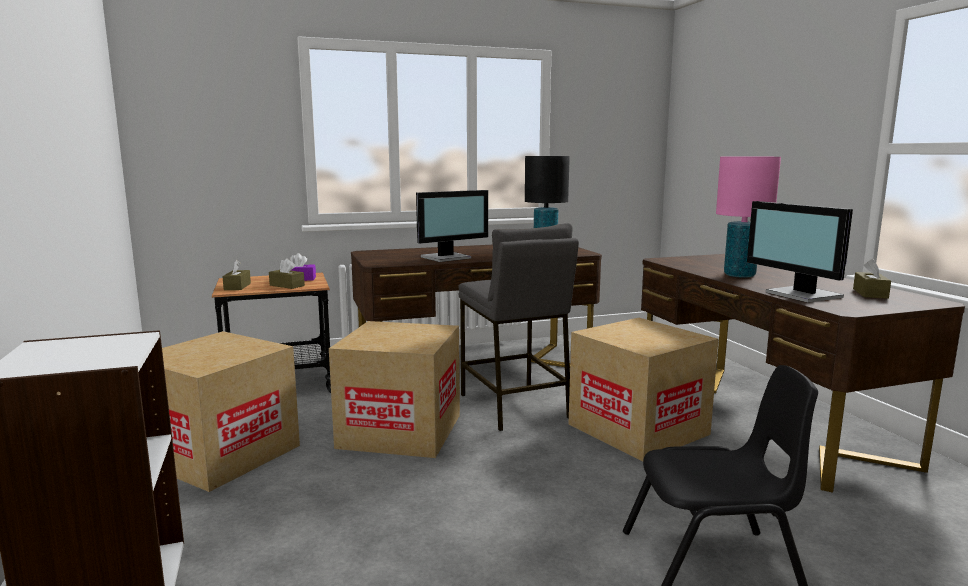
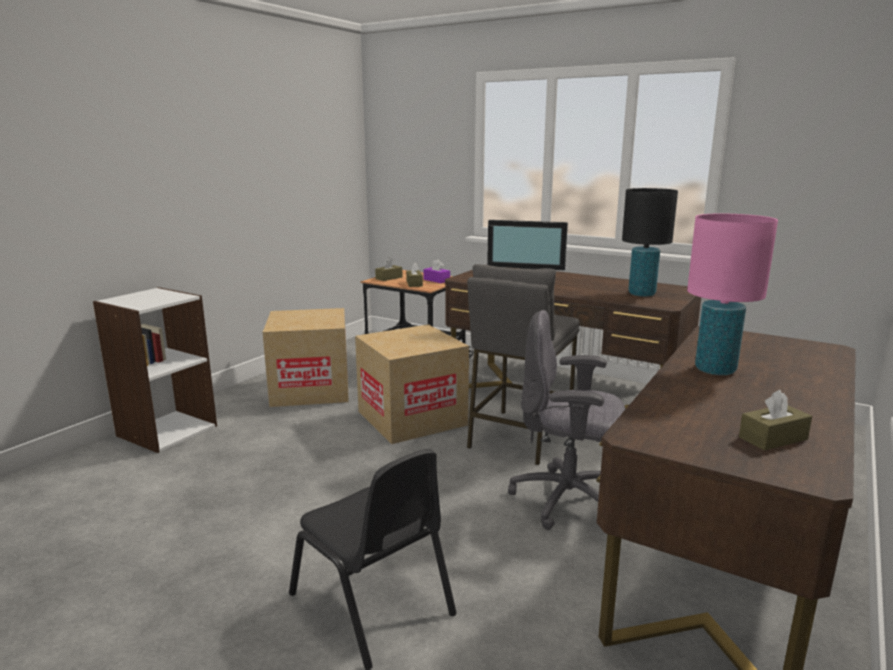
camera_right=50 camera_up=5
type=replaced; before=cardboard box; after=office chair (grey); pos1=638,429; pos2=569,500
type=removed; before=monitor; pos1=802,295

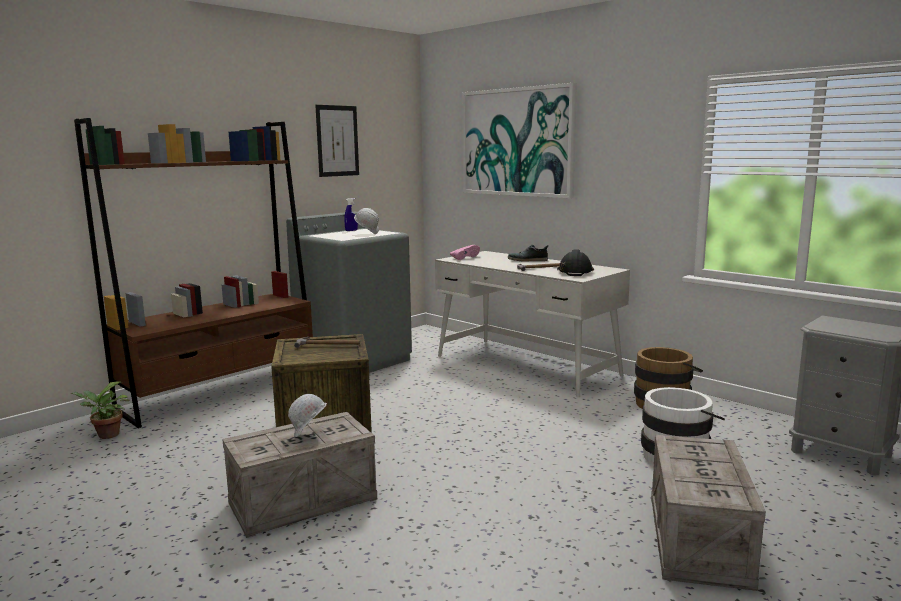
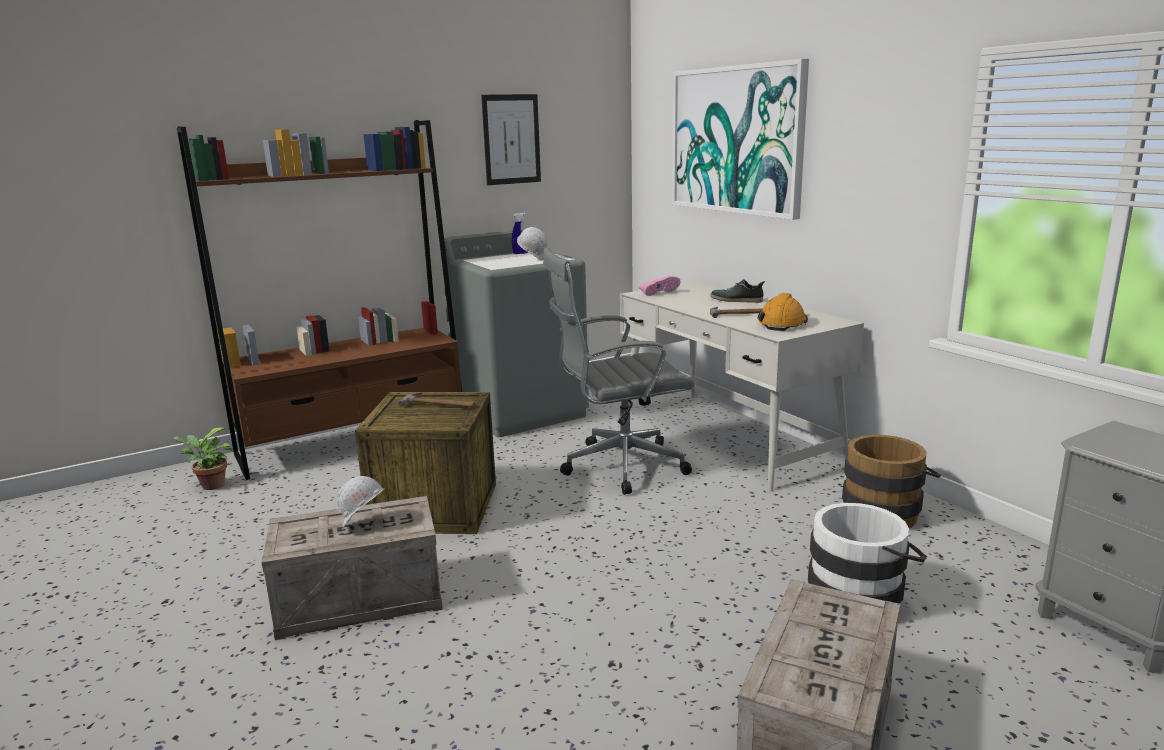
camera_right=15 camera_up=5
type=recoloured; before=hard hat (black); after=hard hat (orange); pos1=575,272; pos2=782,323
type=added; after=office chair (grey); pos2=618,467

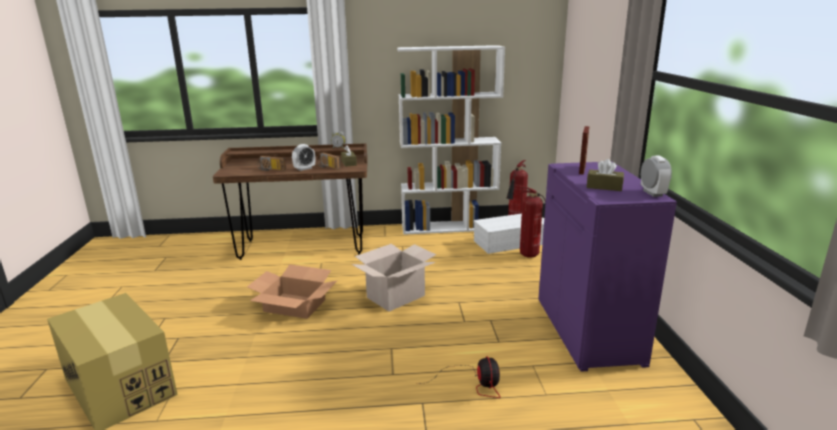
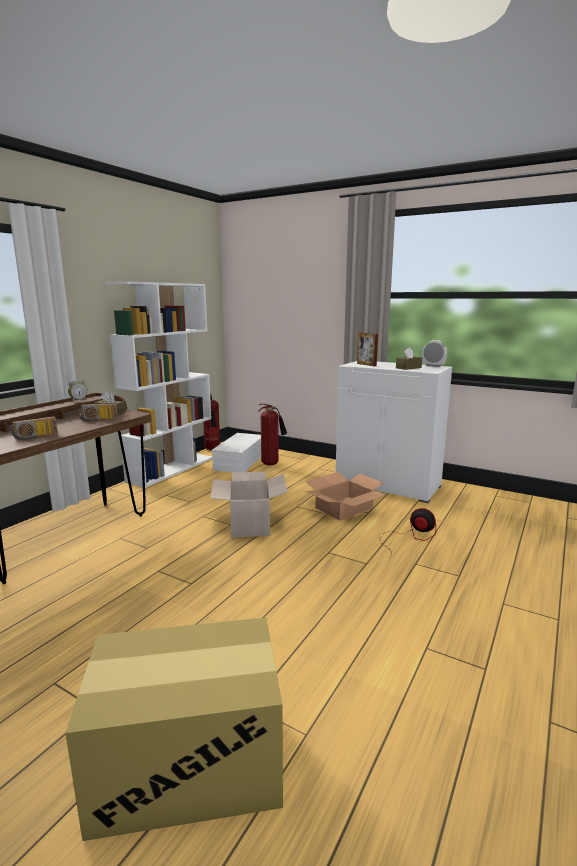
camera_right=-55 camera_up=-5
type=moved; before=cardboard box; pos1=294,305; pos2=344,508
type=removed; before=alarm clock; pos1=304,168
type=recoloured; before=cabinet (purple); after=cabinet (white); pos1=589,331; pos2=388,485

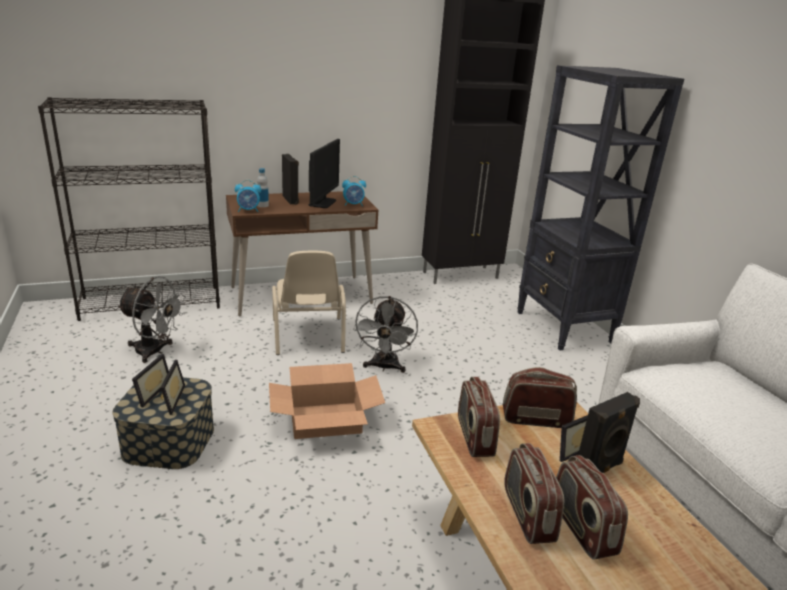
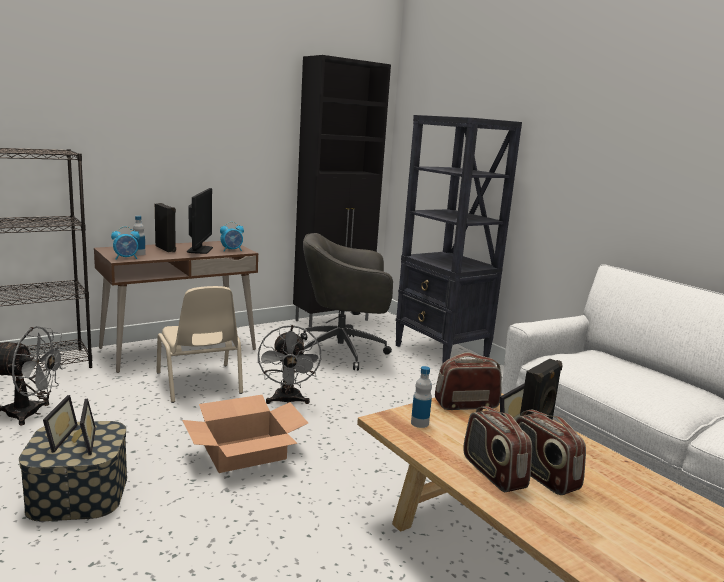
camera_right=-15 camera_up=-10
type=replaced; before=radio; after=bottle; pos1=474,436; pos2=419,423
type=added; after=office chair (grey); pos2=343,351

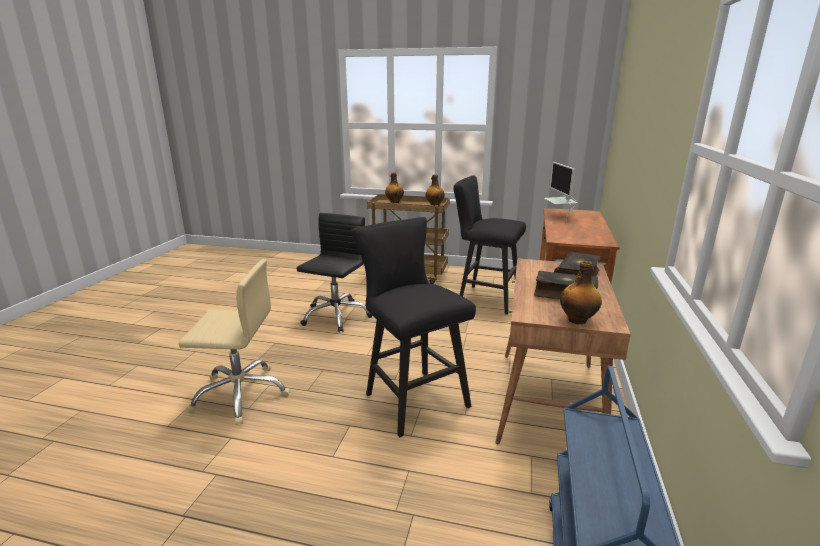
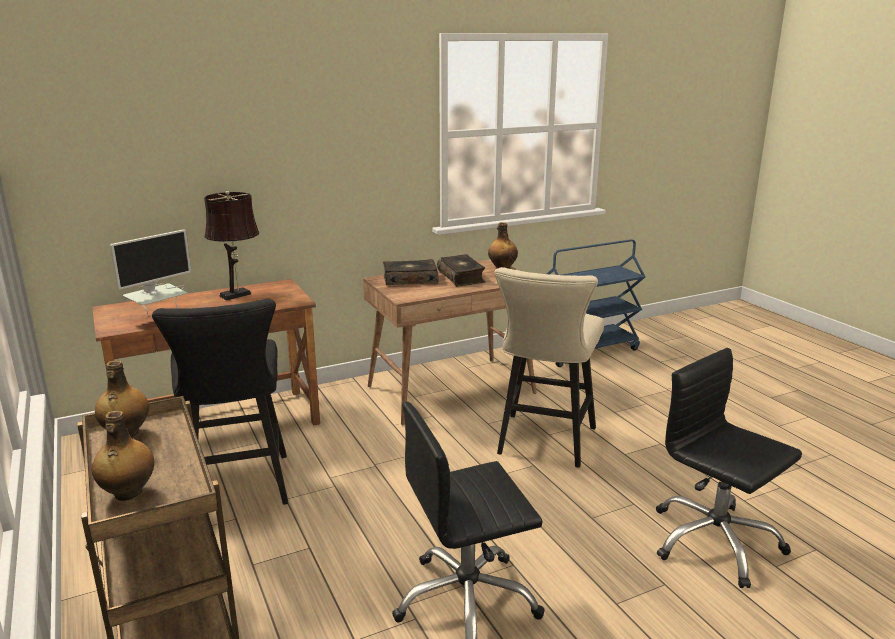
camera_right=-130 camera_up=0
type=recoloured; before=office chair (beige); after=office chair (black); pos1=241,394; pos2=714,541
type=recoloured; before=stool (black); after=stool (beige); pos1=411,397; pos2=543,444
type=added; after=table lamp (brown); pos2=238,294

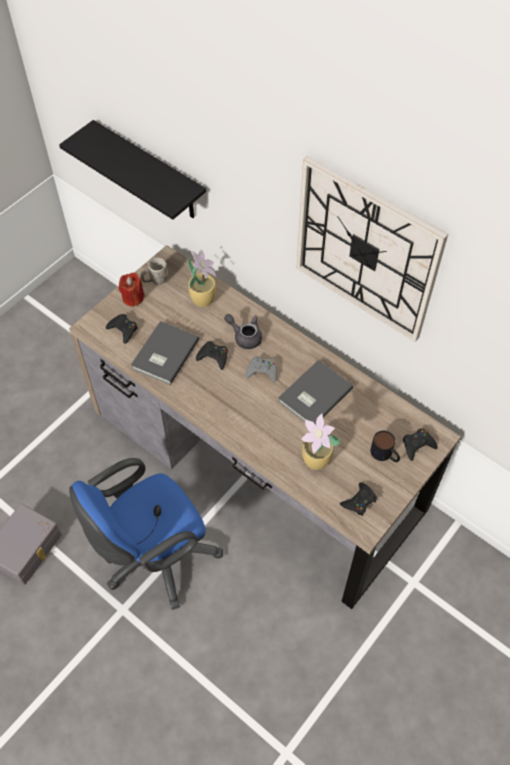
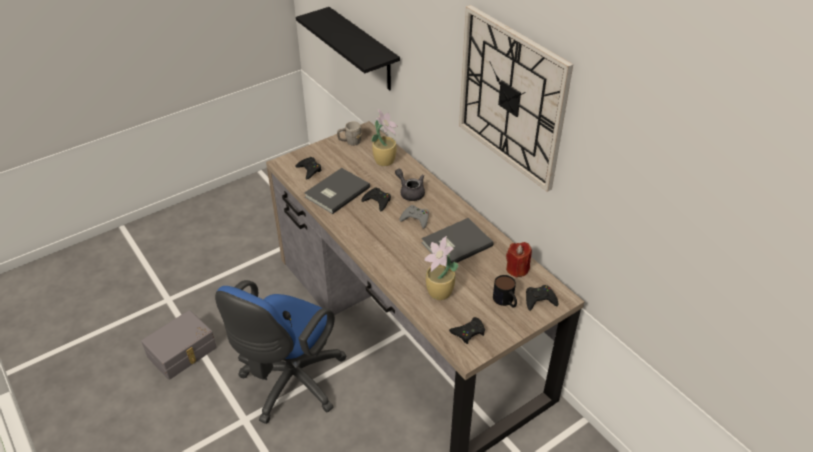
camera_right=15 camera_up=-15
type=turned; before=office chair (blue); pos1=155,558; pos2=290,384; turn=-45
type=moved; before=candle (red); pos1=133,298; pos2=517,269

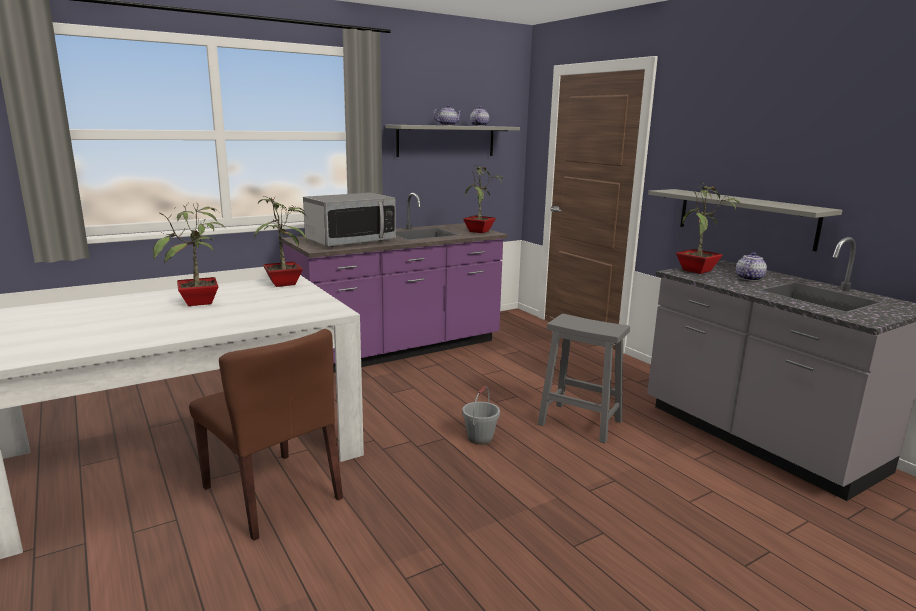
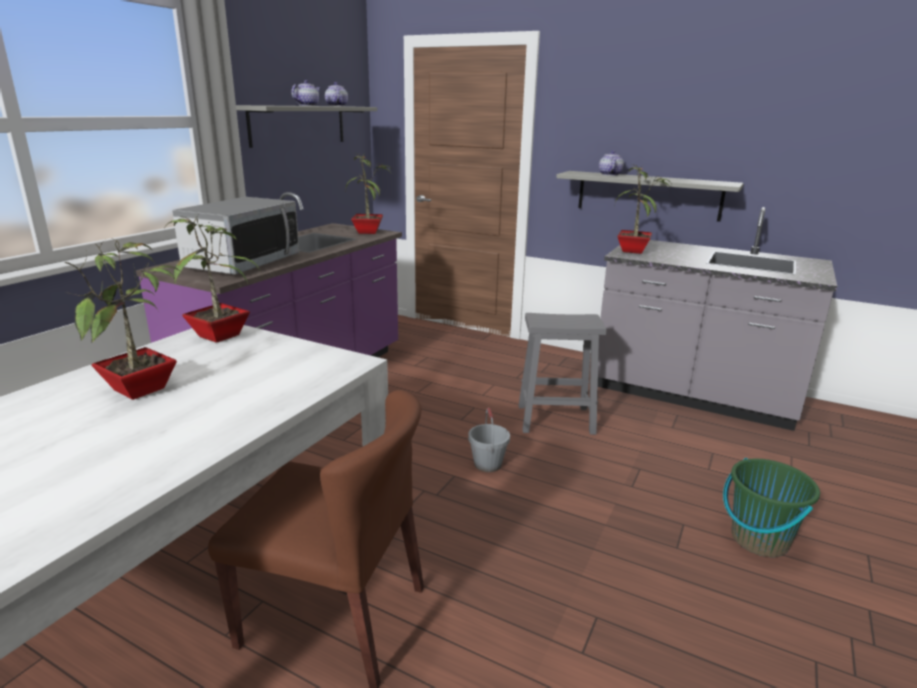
camera_right=-30 camera_up=5
type=moved; before=teapot; pos1=749,278; pos2=609,174
type=added; after=bucket (green); pos2=758,540

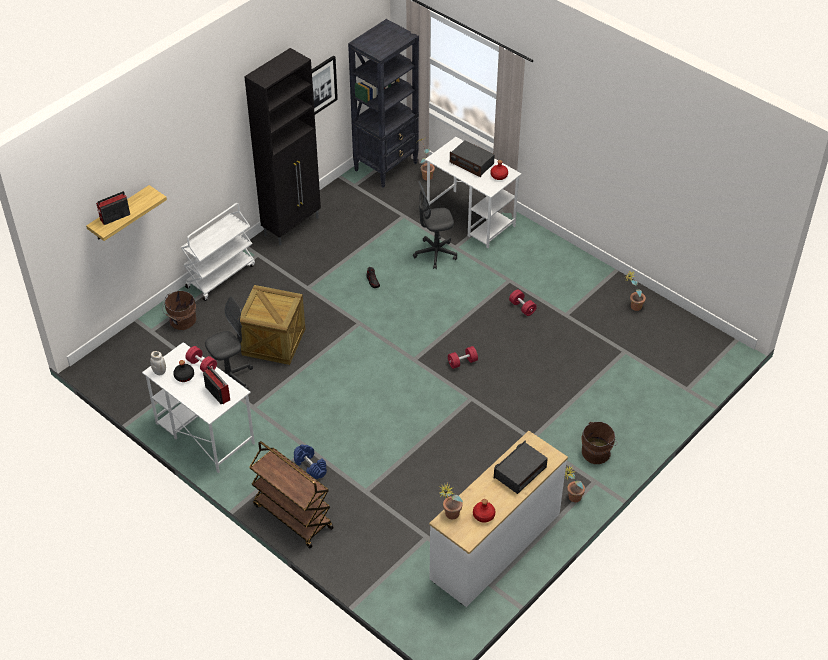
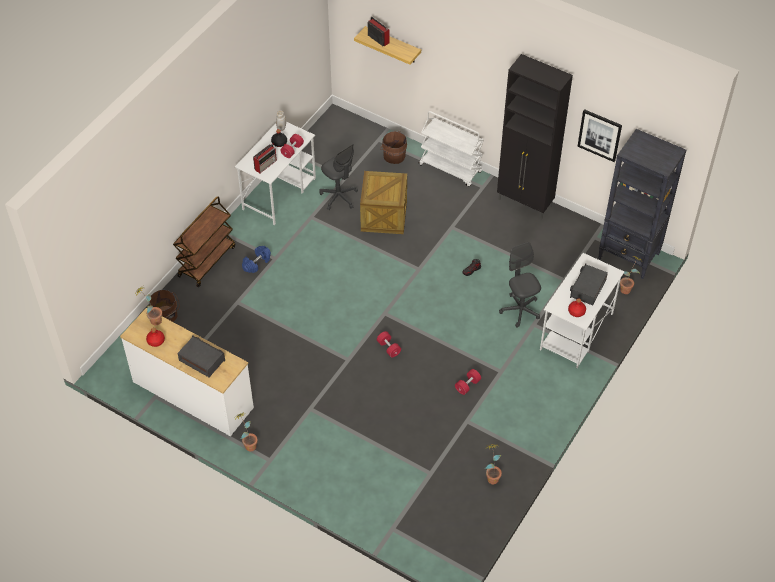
camera_right=80 camera_up=5
type=moved; before=bucket (brown); pos1=597,452; pos2=165,316

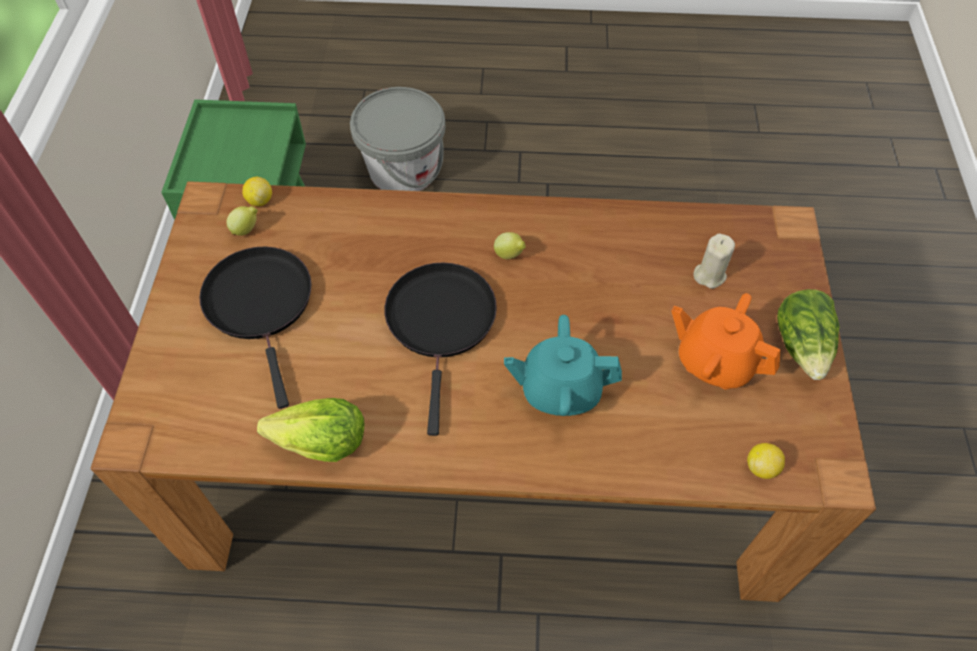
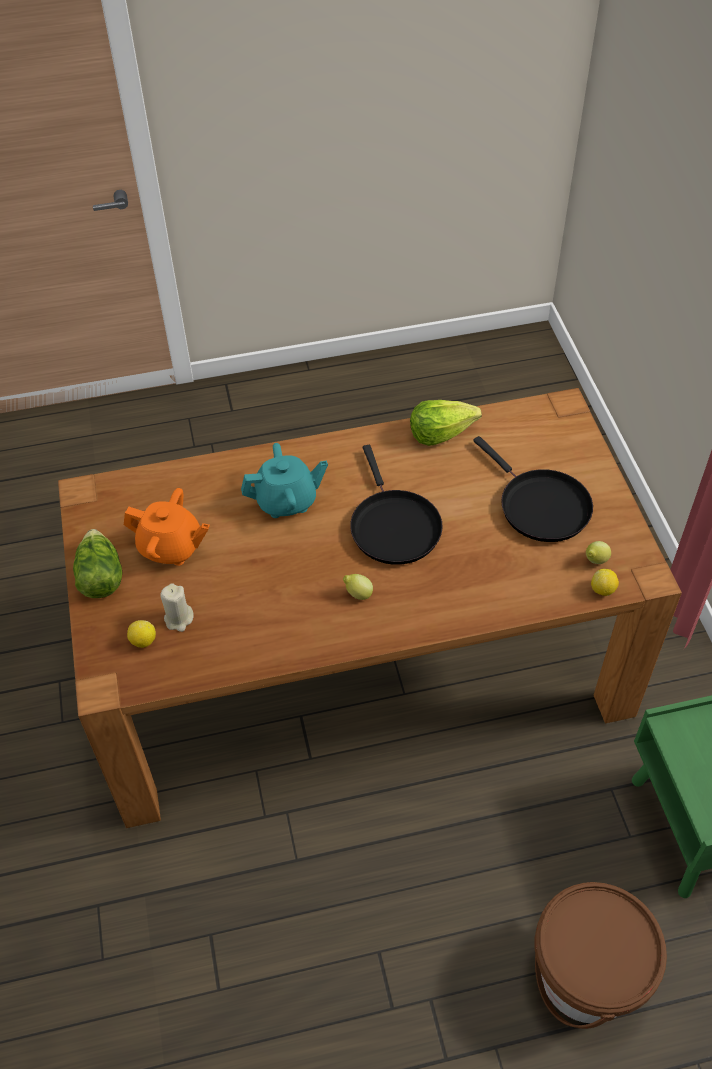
camera_right=165 camera_up=-5
type=recoloured; before=bucket (grey); after=bucket (brown); pos1=403,170; pos2=586,975
type=moved; before=lemon; pos1=761,467; pos2=143,641

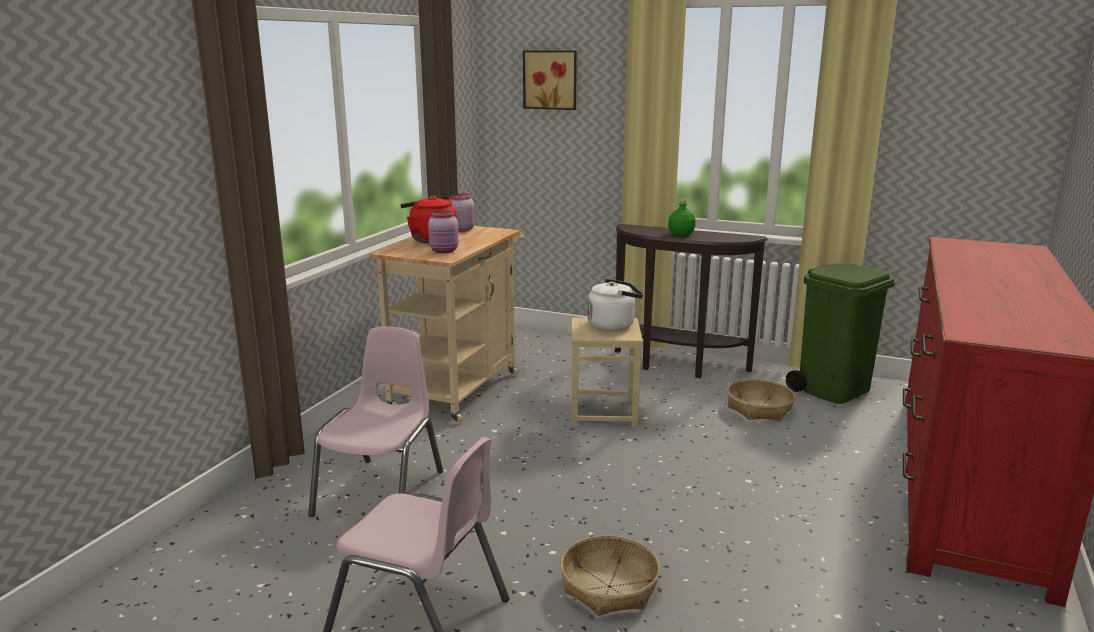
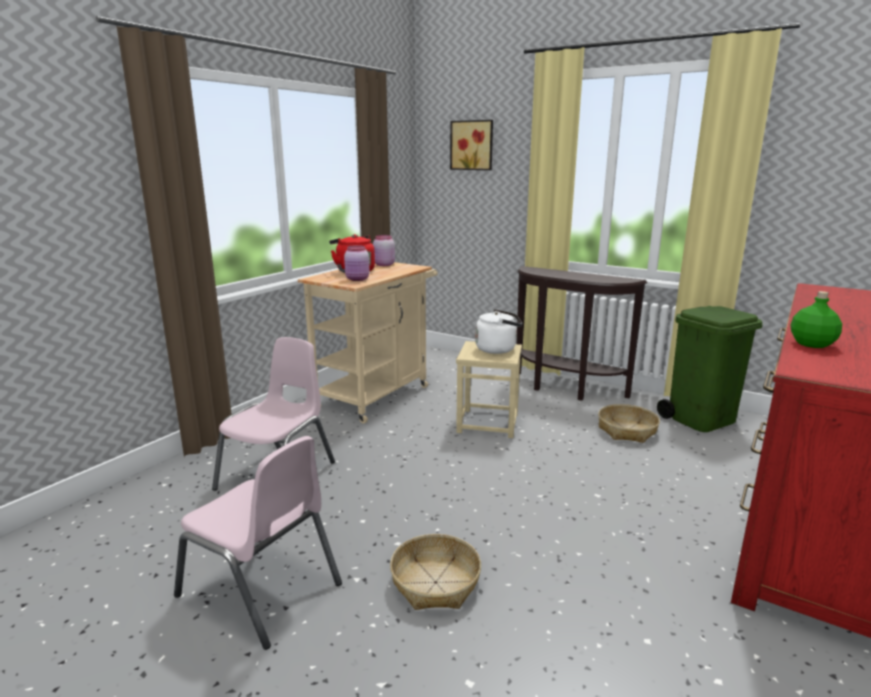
camera_right=10 camera_up=0
type=moved; before=bottle (green); pos1=681,234; pos2=811,344

